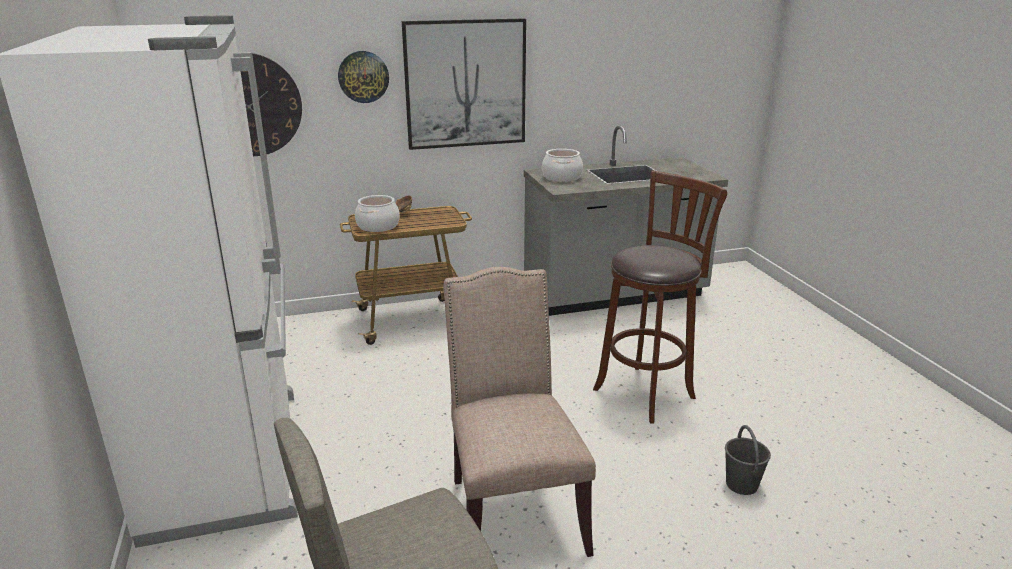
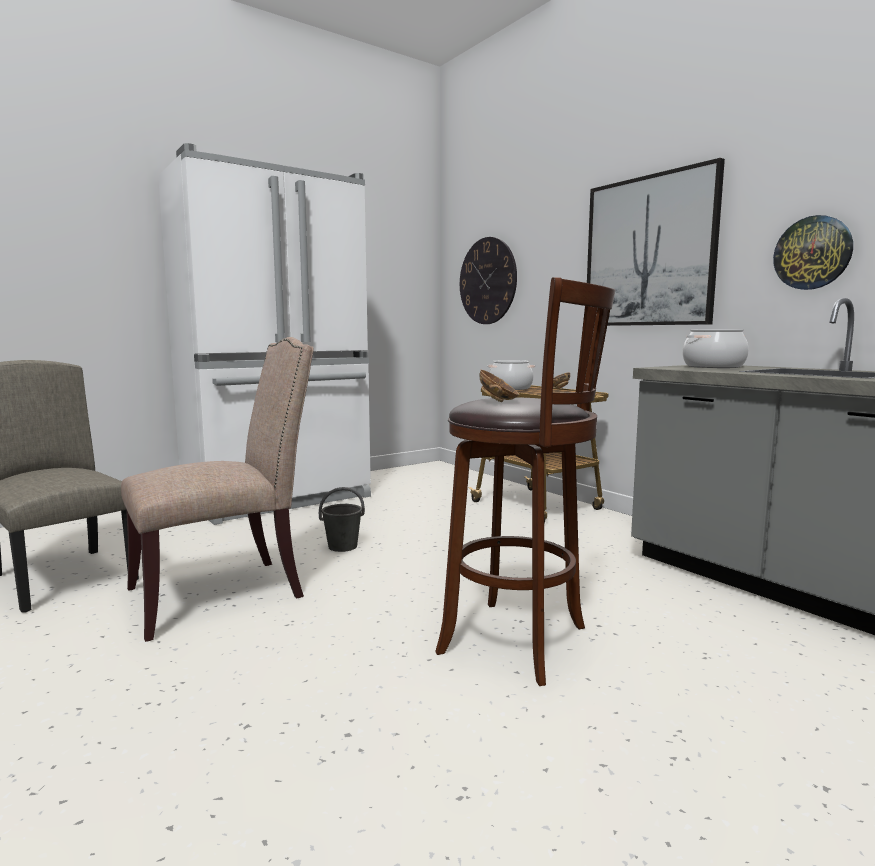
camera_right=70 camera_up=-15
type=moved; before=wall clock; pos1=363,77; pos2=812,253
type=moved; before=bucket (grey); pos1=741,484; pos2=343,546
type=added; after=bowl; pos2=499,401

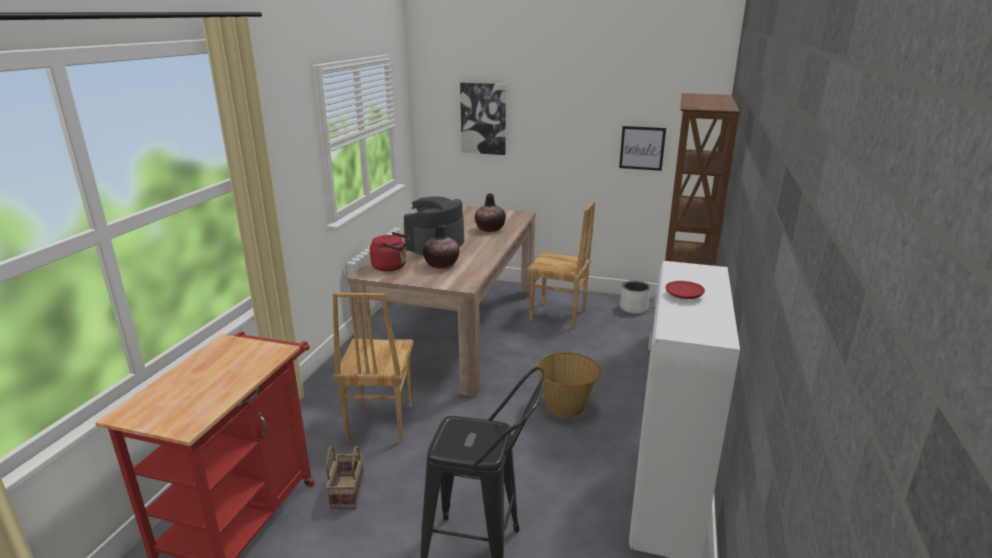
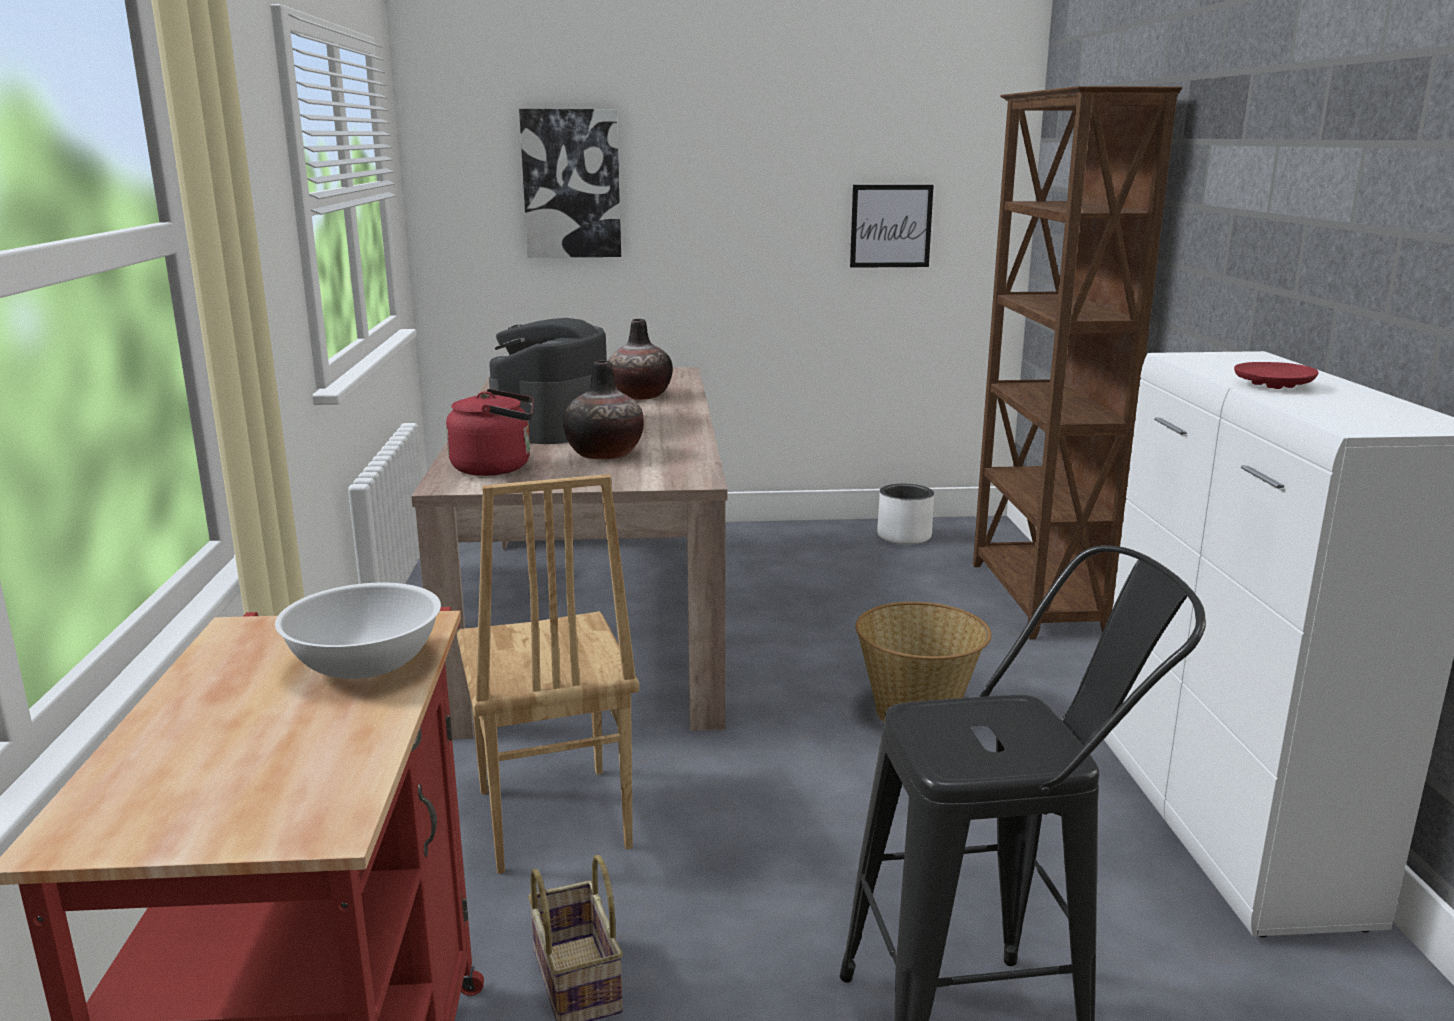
camera_right=-20 camera_up=-5
type=removed; before=chair (brown); pos1=558,316
type=added; after=bowl (white); pos2=365,665

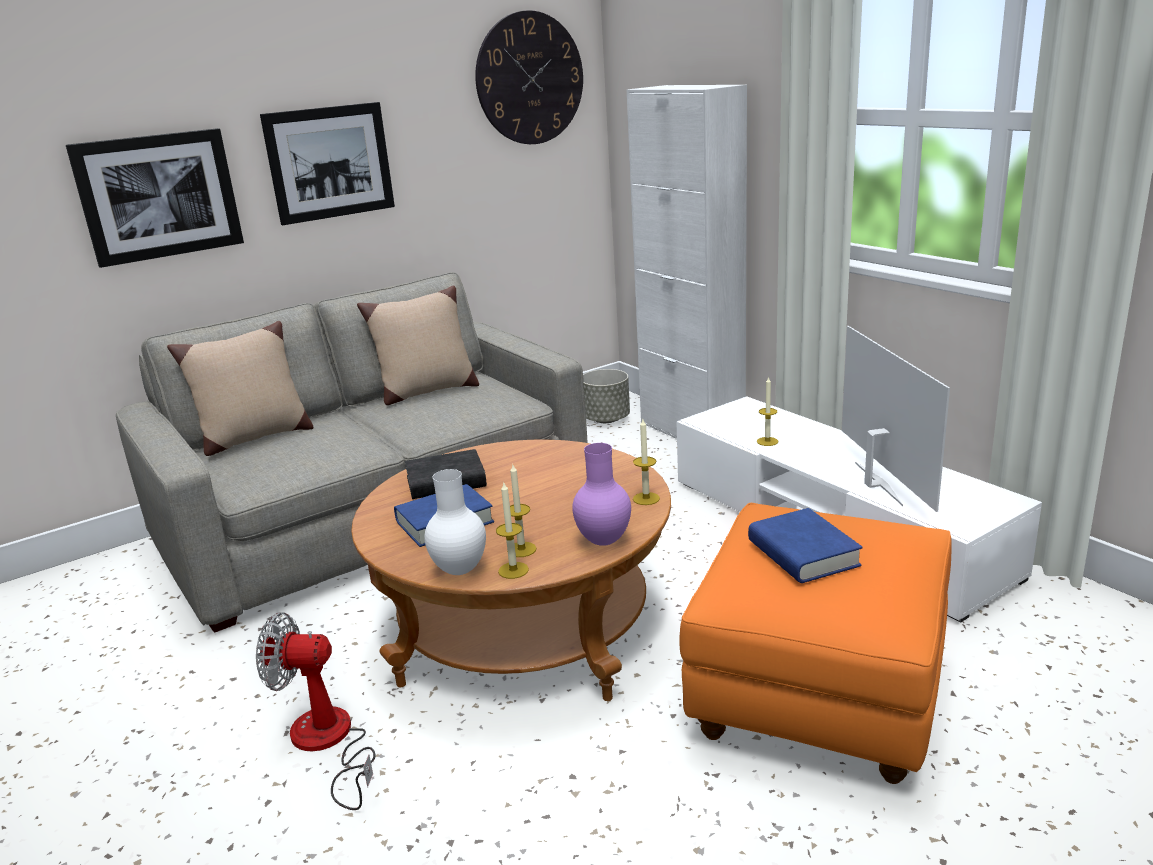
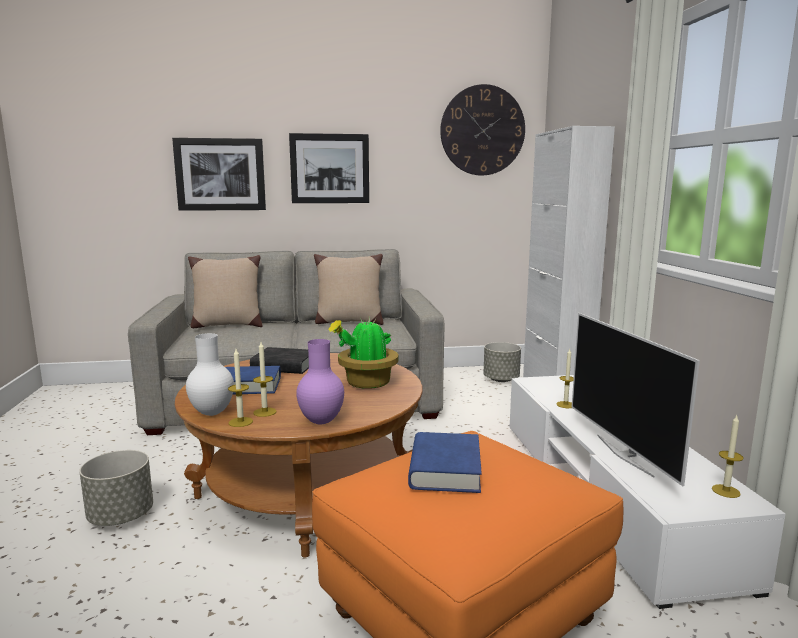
camera_right=25 camera_up=-10
type=replaced; before=fan; after=planter (grey); pos1=328,743; pos2=121,517
type=moved; before=candle; pos1=646,498; pos2=726,491
type=turned; before=television; pos1=876,484; pos2=625,455; turn=150
type=added; after=potted plant; pos2=366,383

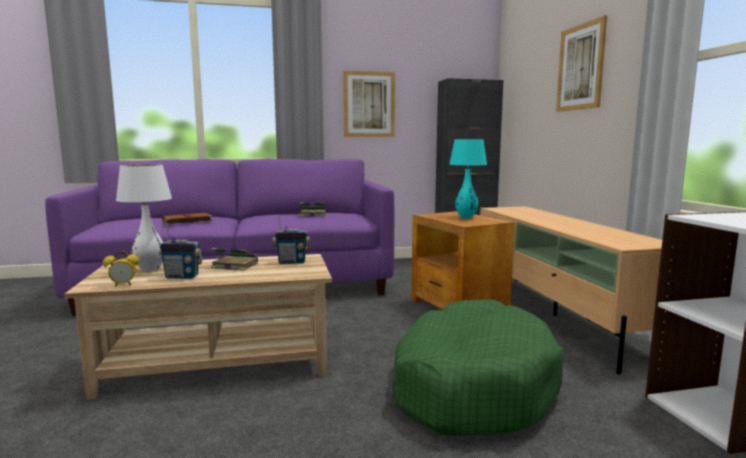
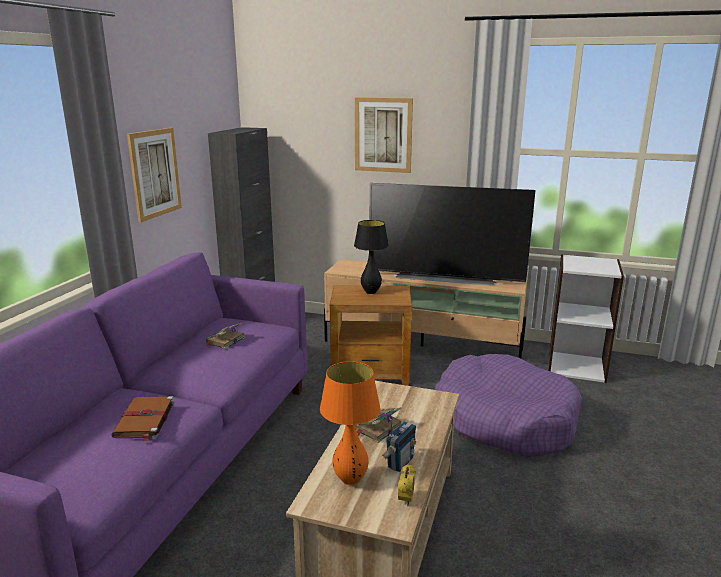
camera_right=-60 camera_up=10
type=recoloured; before=table lamp (white); after=table lamp (orange); pos1=150,269; pos2=350,480
type=removed; before=radio; pos1=292,262
type=recoloured; before=dog bed (green); after=dog bed (purple); pos1=471,385; pos2=504,419
type=recoloured; before=table lamp (turquoise); after=table lamp (black); pos1=466,217; pos2=371,292
type=added; after=television; pos2=445,277

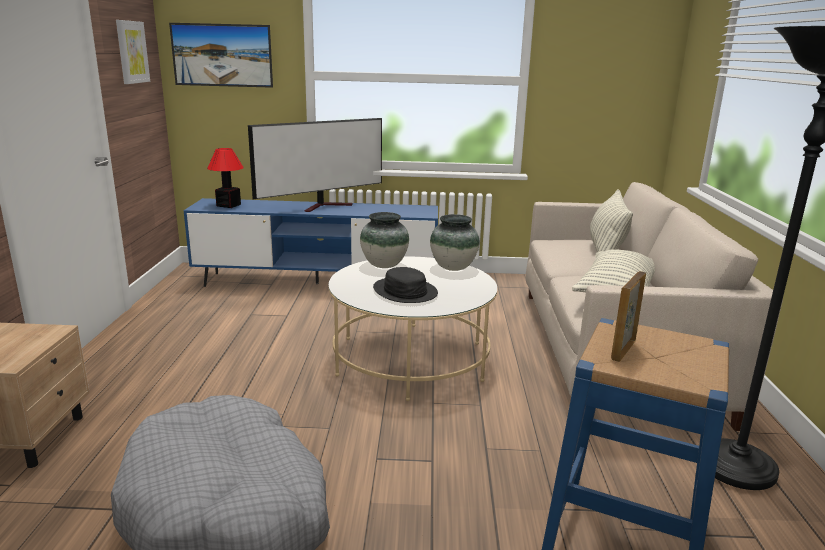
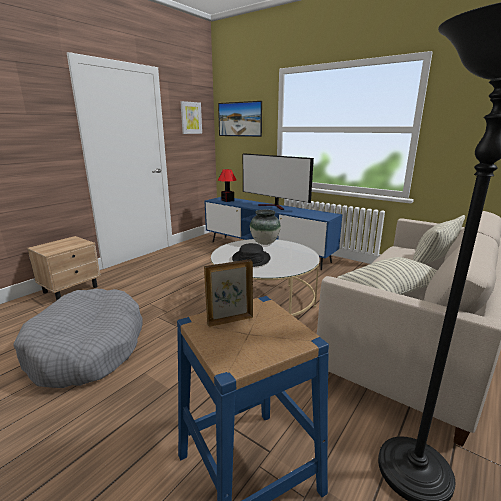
camera_right=35 camera_up=0
type=turned; before=television; pos1=326,206; pos2=274,206; turn=45
type=removed; before=vase; pos1=453,267

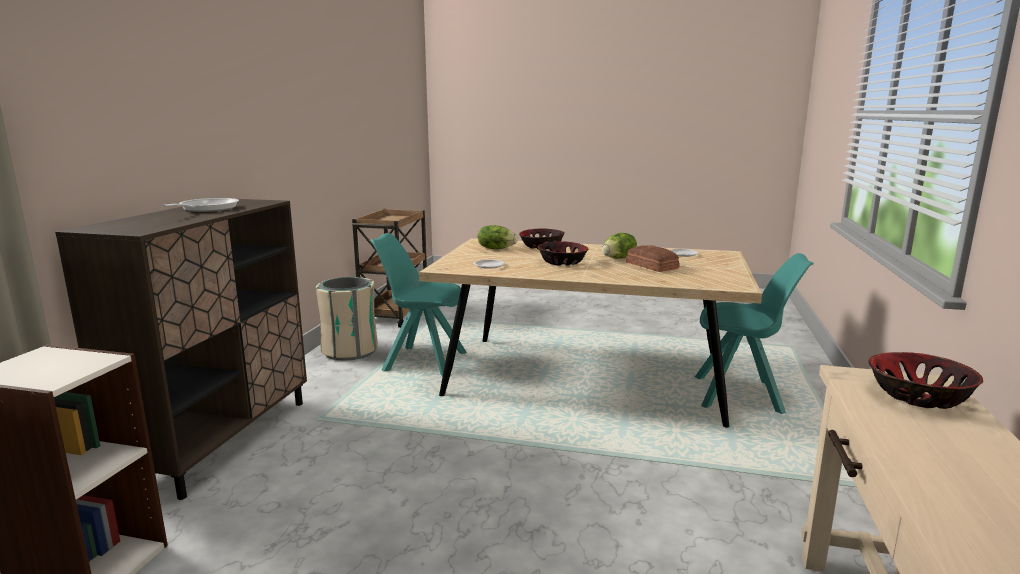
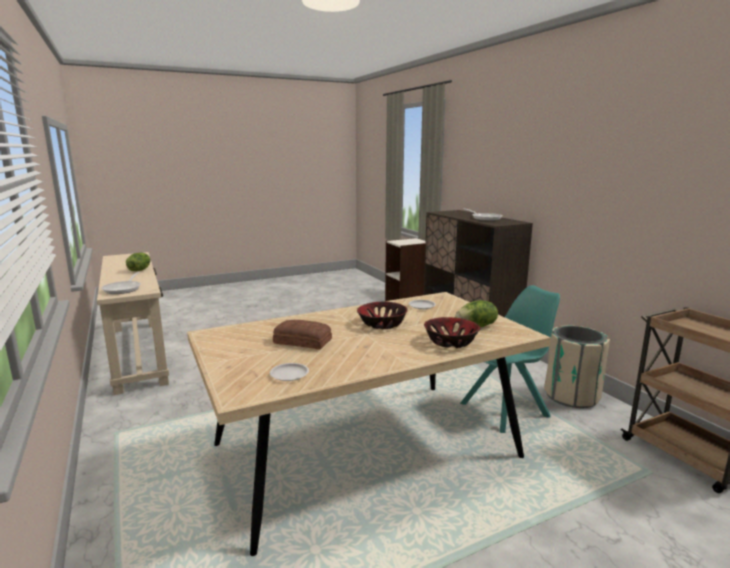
camera_right=140 camera_up=0
type=moved; before=lettuce; pos1=619,258; pos2=139,270
type=removed; before=chair (turquoise); pos1=740,395
type=replaced; before=bowl; after=frying pan; pos1=917,396; pos2=124,289

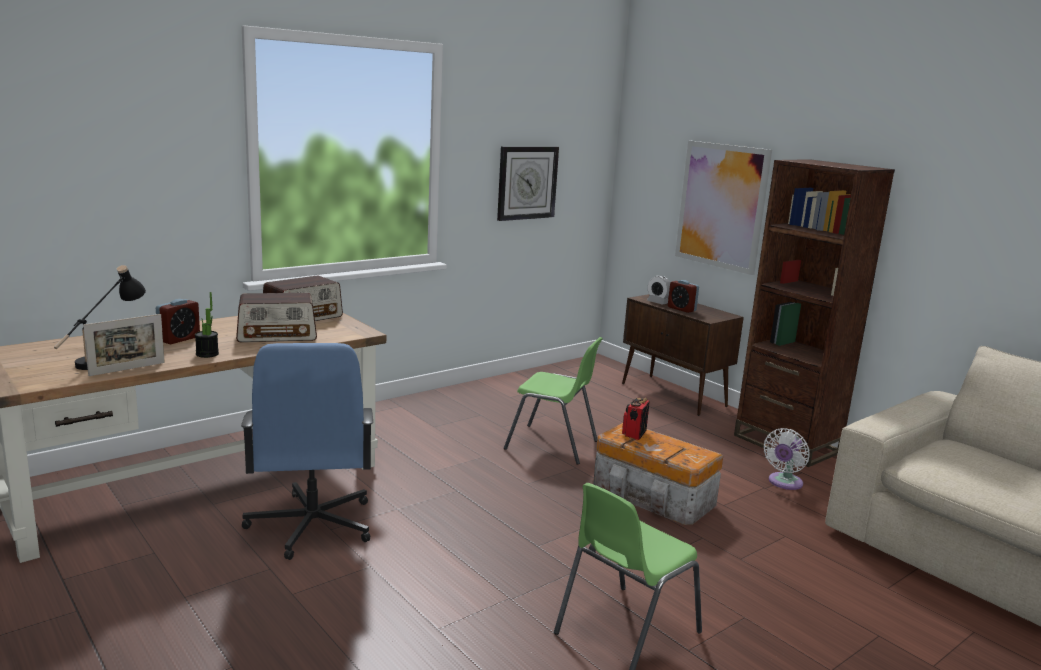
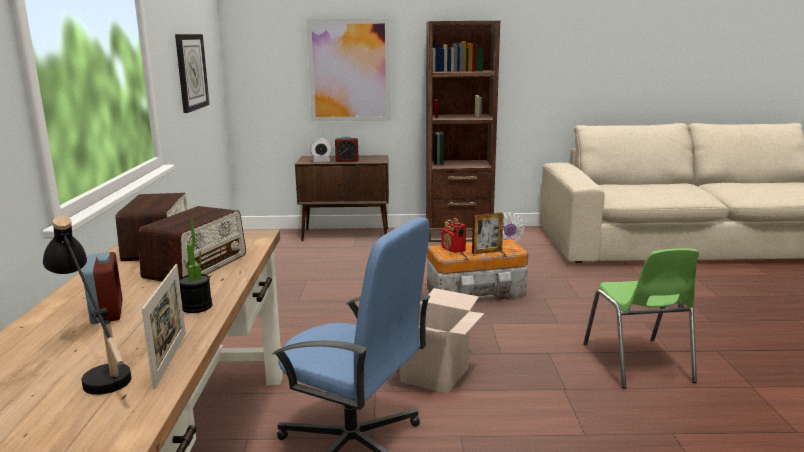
camera_right=-50 camera_up=0
type=removed; before=chair (green); pos1=553,445
type=added; after=cardboard box; pos2=434,375
type=added; after=picture frame; pos2=487,252

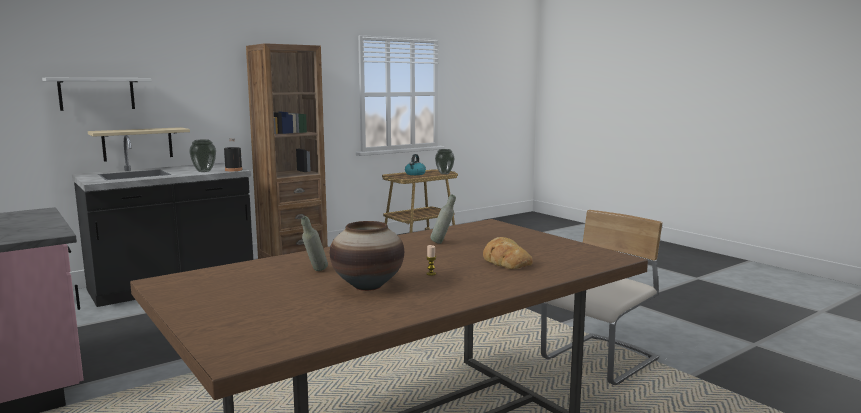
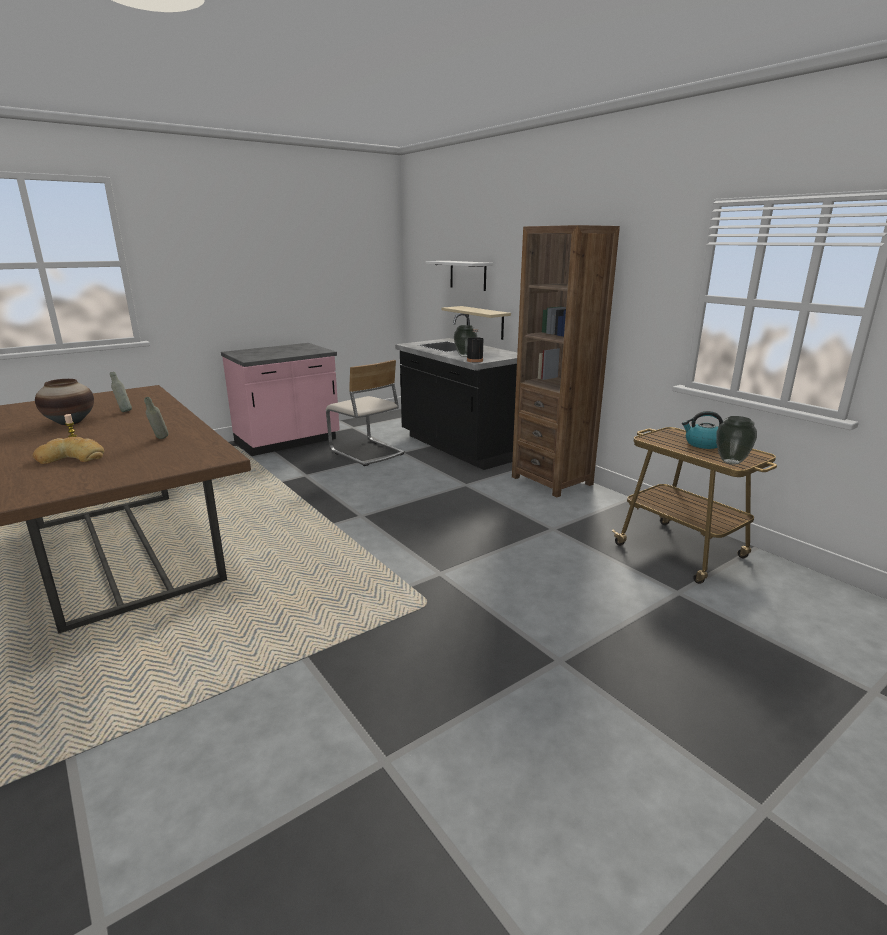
camera_right=90 camera_up=10
type=moved; before=chair (beige); pos1=601,361; pos2=366,452

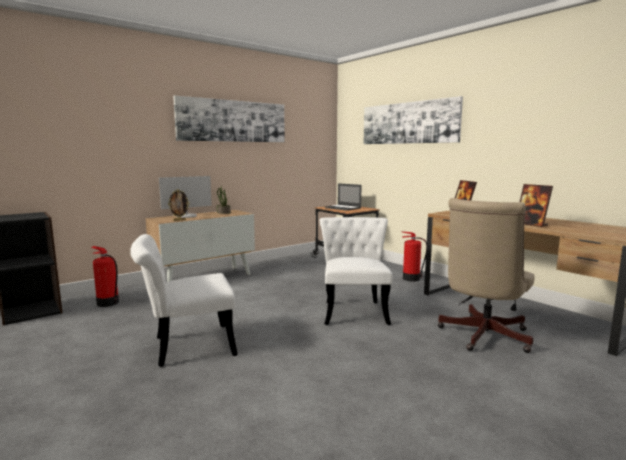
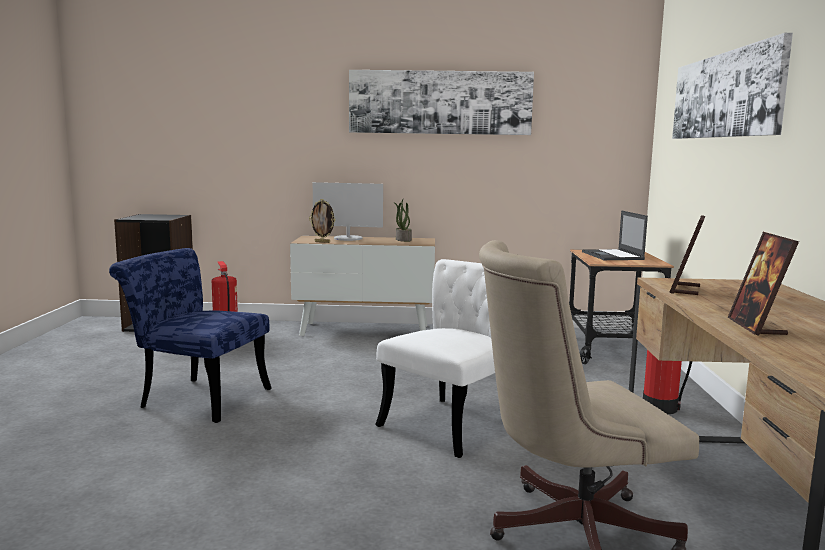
camera_right=40 camera_up=0
type=recoloured; before=chair (white); after=chair (blue); pos1=186,347; pos2=196,397

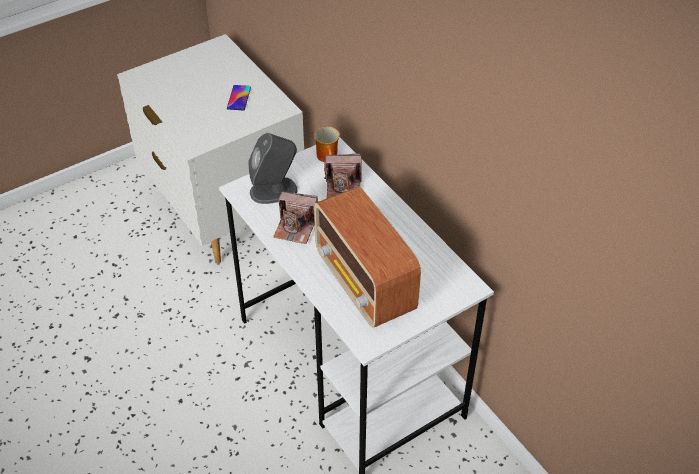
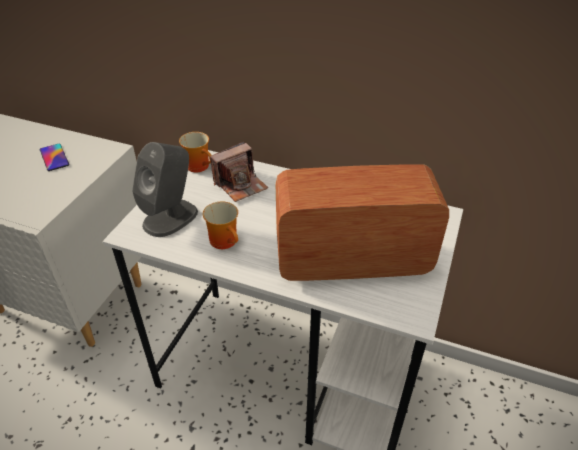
camera_right=-35 camera_up=-5
type=replaced; before=photo camera; after=mug; pos1=296,227; pos2=227,241
type=turned; before=radio; pos1=365,284; pos2=350,260; turn=150

